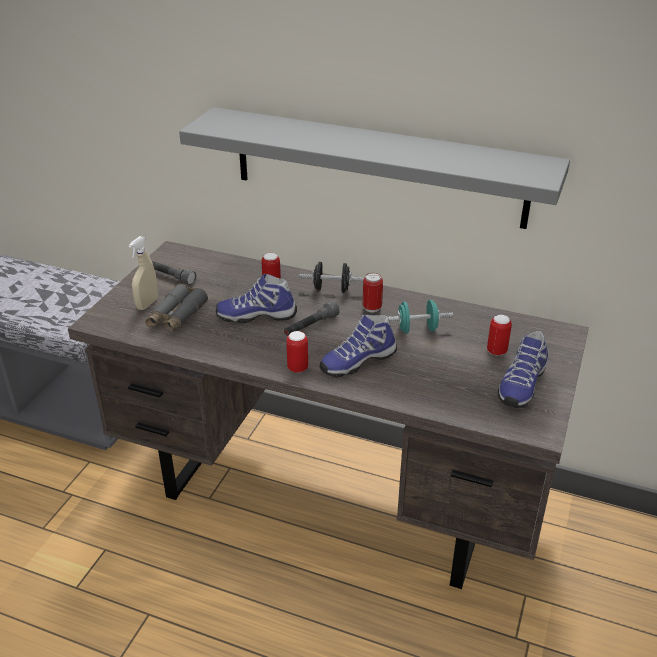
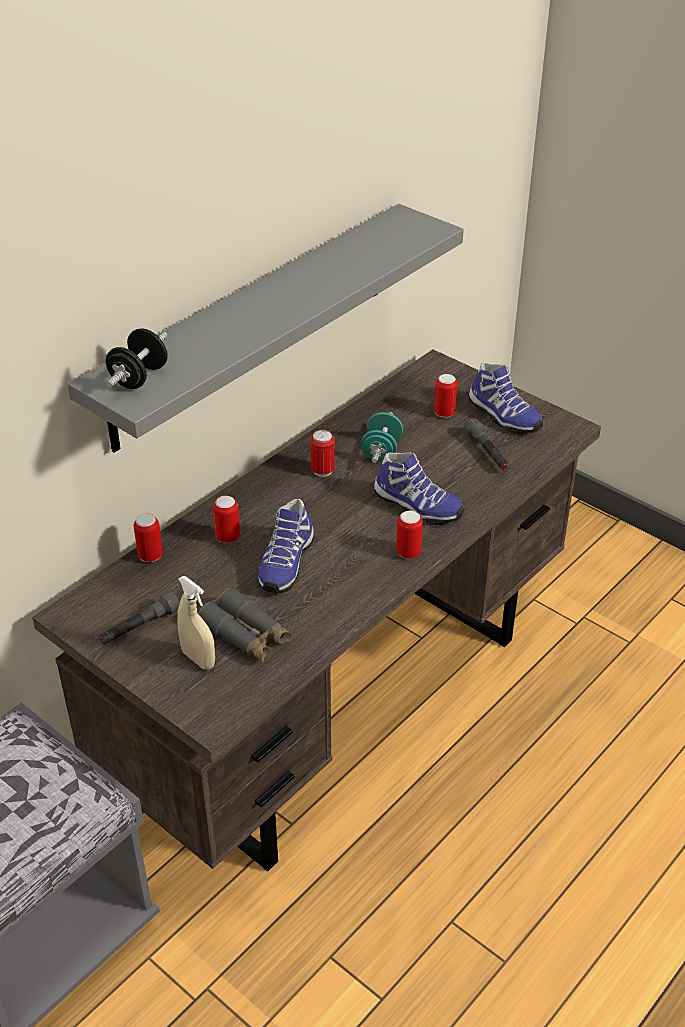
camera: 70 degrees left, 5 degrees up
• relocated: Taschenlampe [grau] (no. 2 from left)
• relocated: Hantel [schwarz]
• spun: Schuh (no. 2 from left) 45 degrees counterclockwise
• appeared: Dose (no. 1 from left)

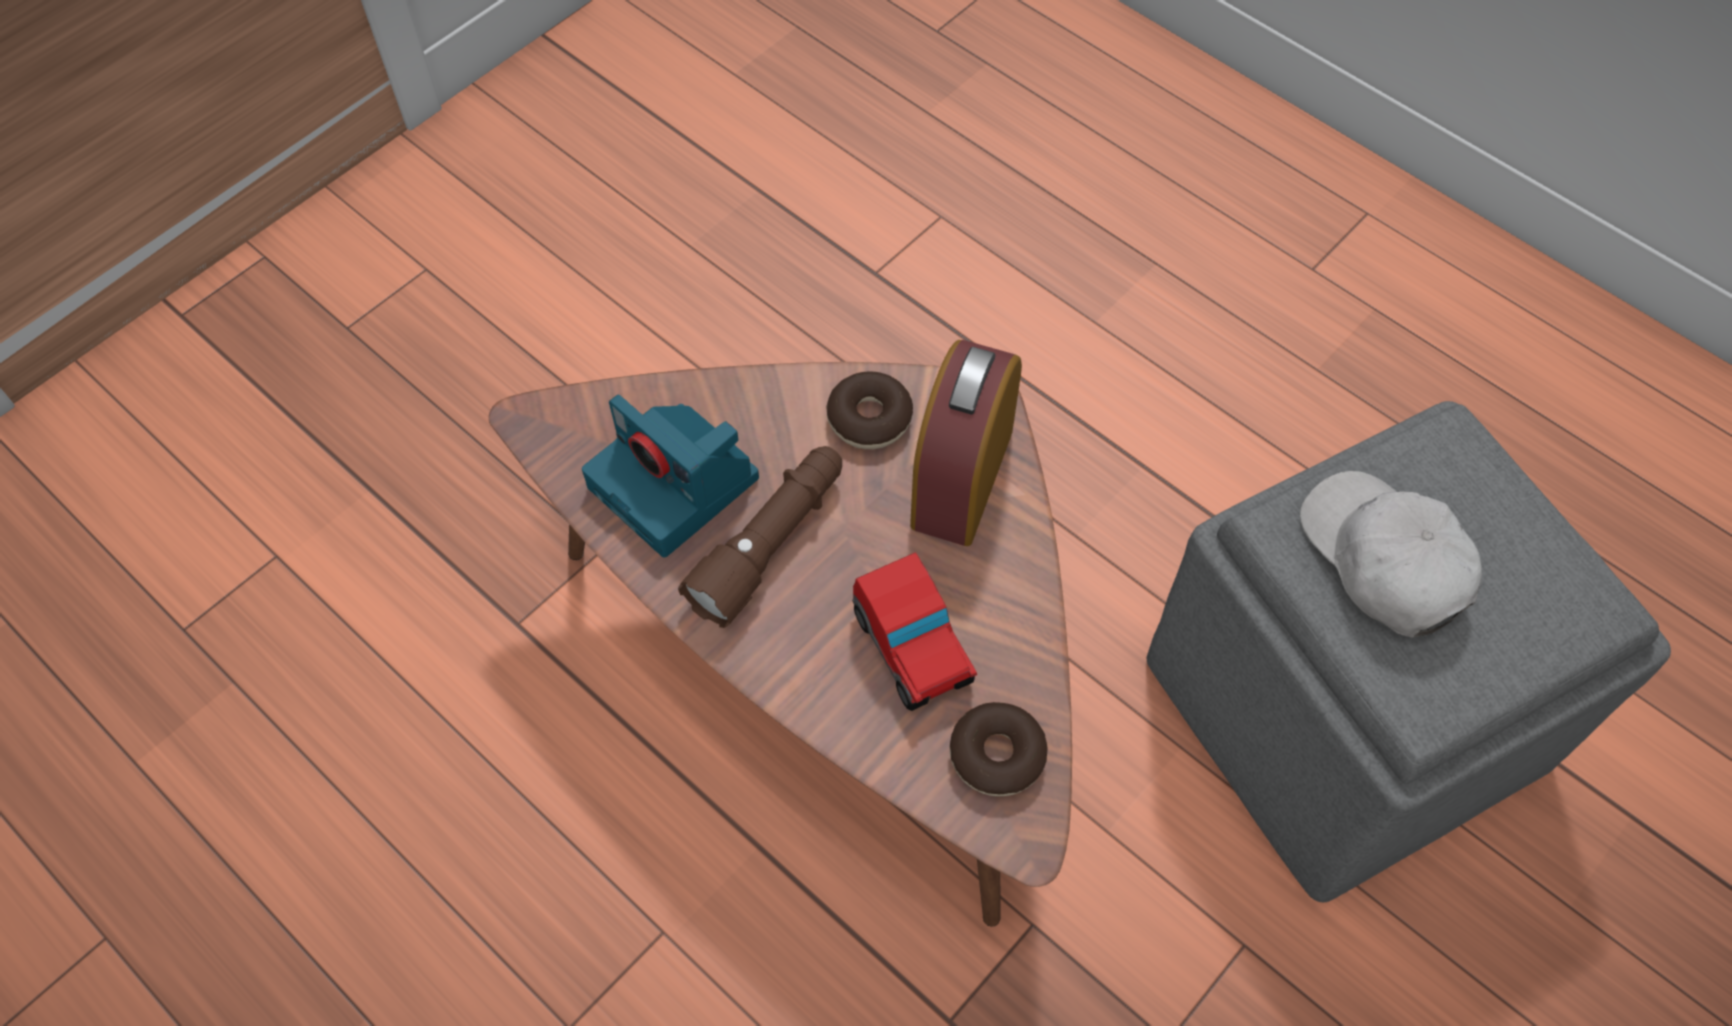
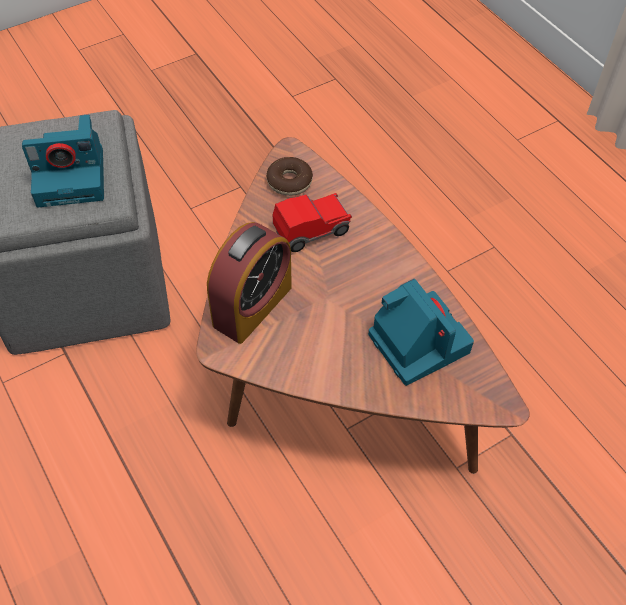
camera: 165 degrees left, 5 degrees down
• missing: Taschenlampe [braun]
• missing: Donut (no. 1 from left)
• spun: Spielzeugauto 75 degrees clockwise
• exchanged: Kappe [weiß] to Kamera (no. 1 from left)

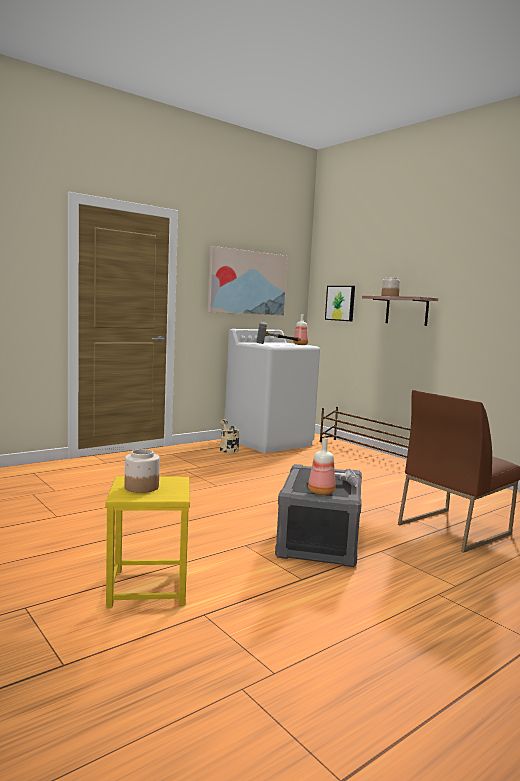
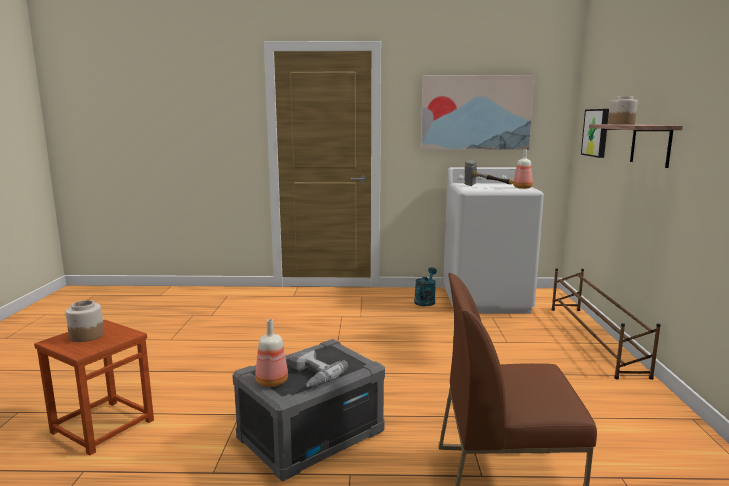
camera: 40 degrees right, 5 degrees up
• colour: Hocker [gelb] to Hocker [braun]
• colour: Gießkanne [beige] to Gießkanne [türkis]

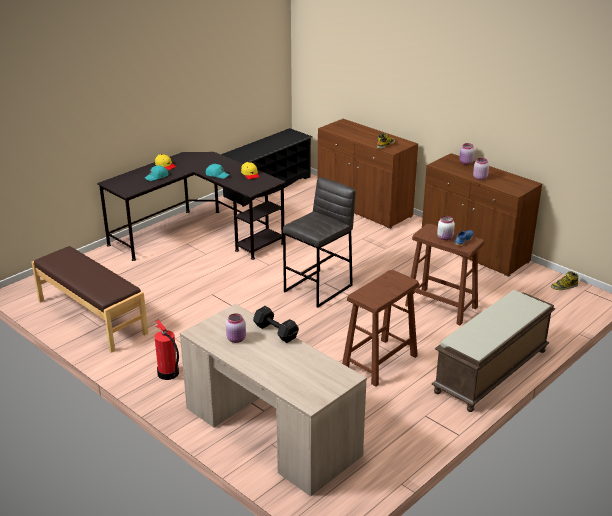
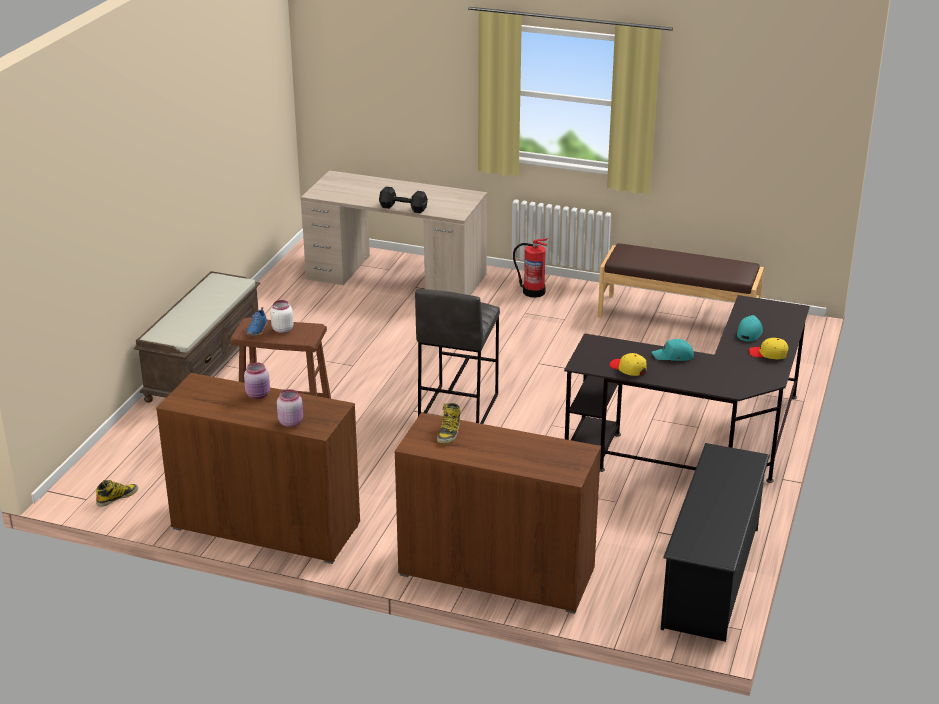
camera: 155 degrees right, 0 degrees up
• missing: Vorratsglas [rosa] (no. 1 from left)
• missing: Hocker [braun] (no. 1 from left)

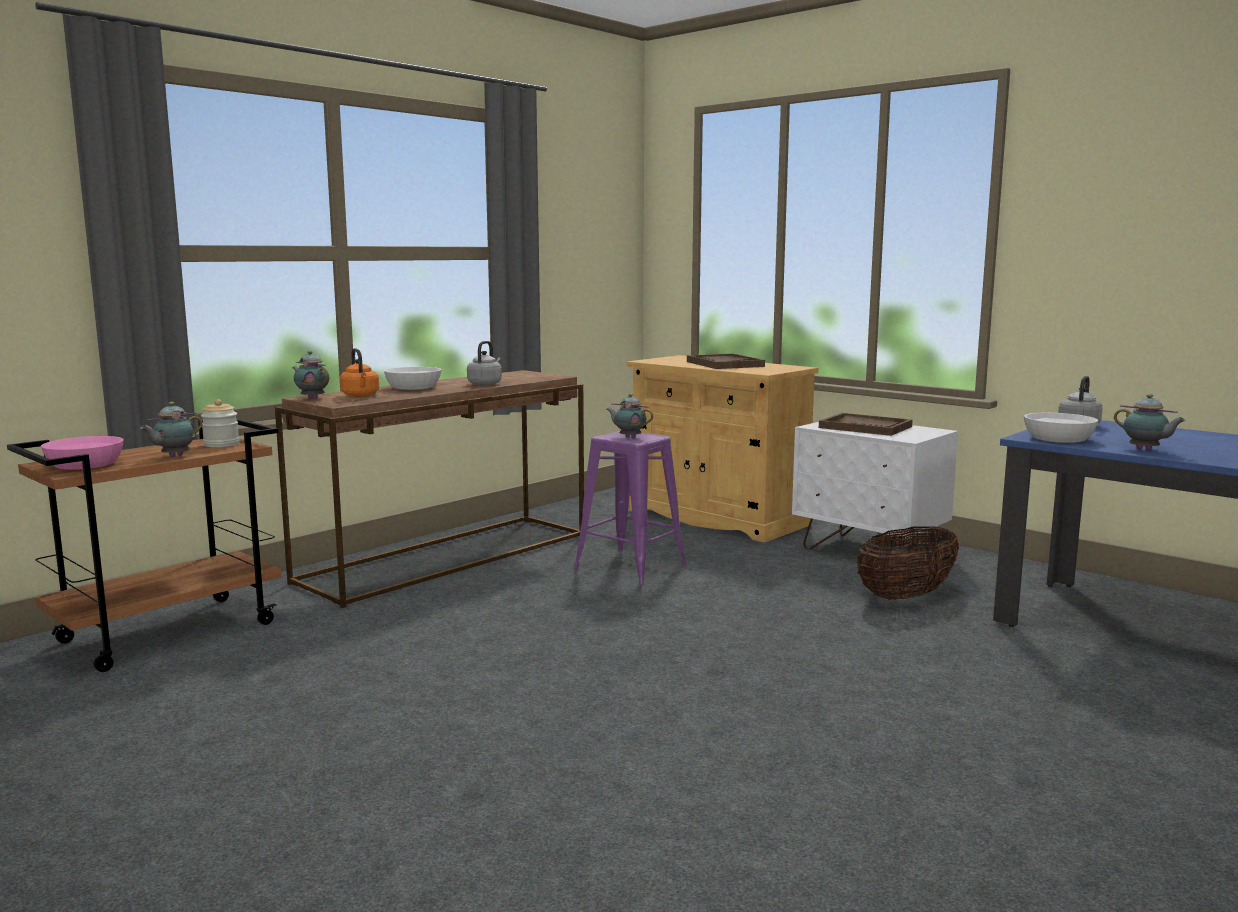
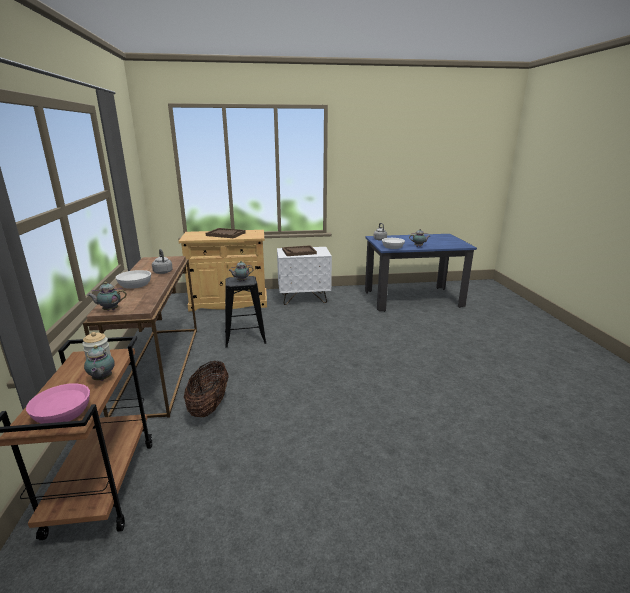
camera: 50 degrees left, 10 degrees up
• missing: Wasserkessel [orange]
• colour: Hocker [lila] to Hocker [schwarz]
• relocated: Korb

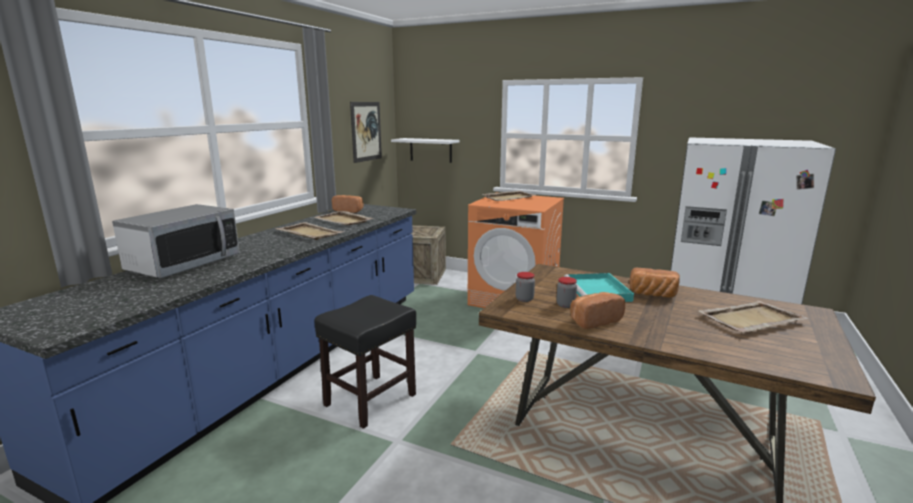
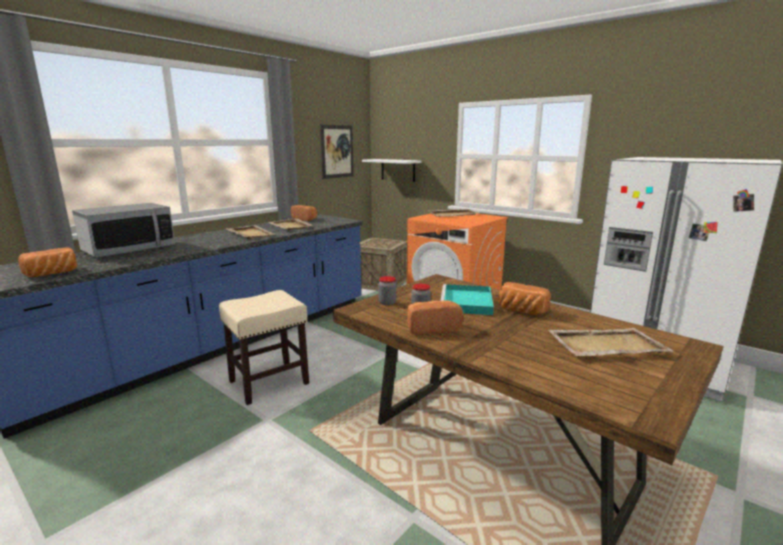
camera: 15 degrees right, 0 degrees up
• colour: Hocker [schwarz] to Hocker [beige]
• appeared: Brot (no. 1 from left)

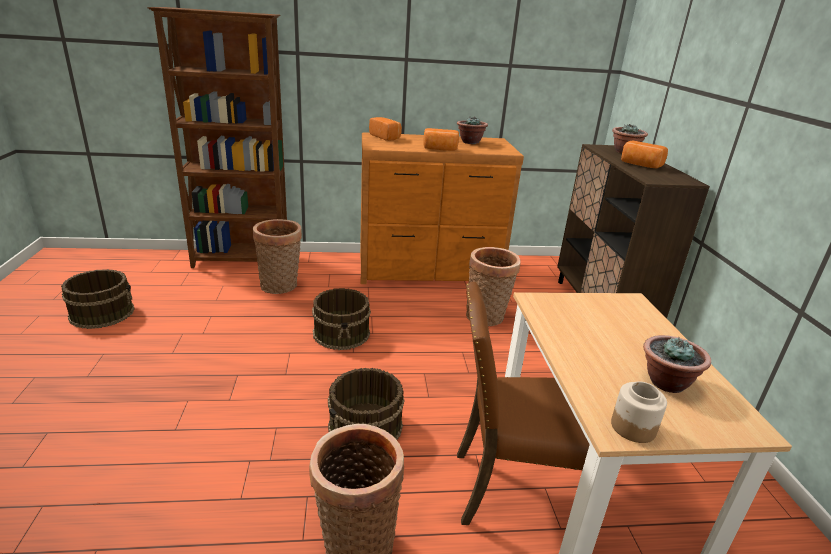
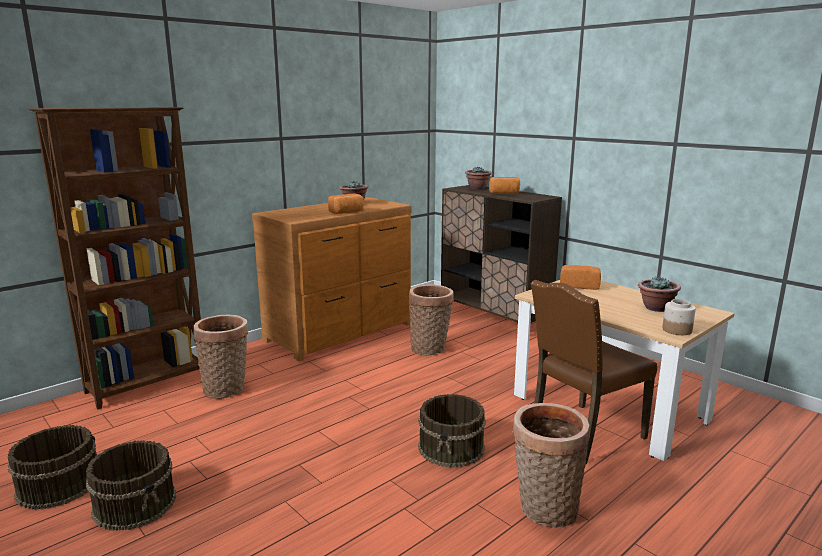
camera: 35 degrees left, 10 degrees down
• relocated: Eimer [braun] (no. 2 from left)
• relocated: Brot (no. 1 from left in the first image) to Brot (no. 3 from left)

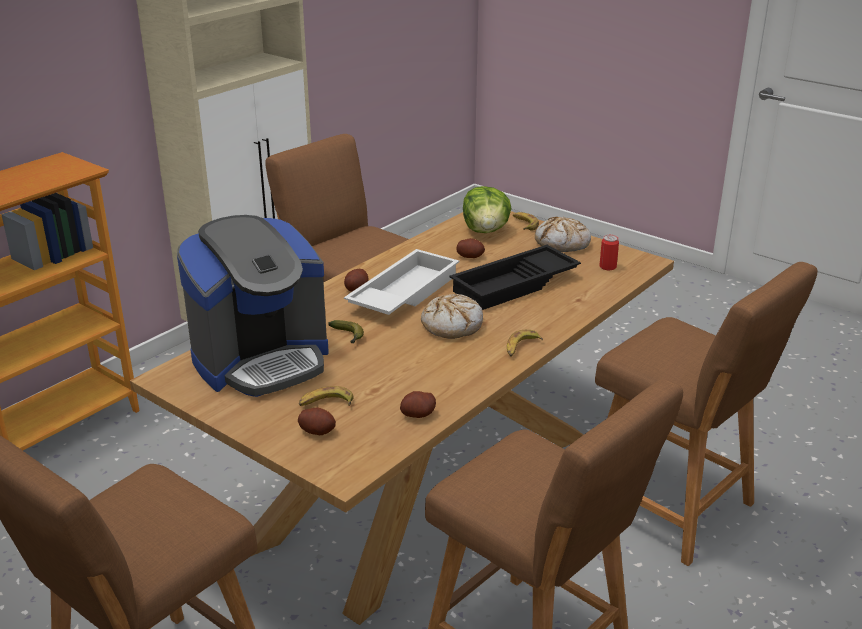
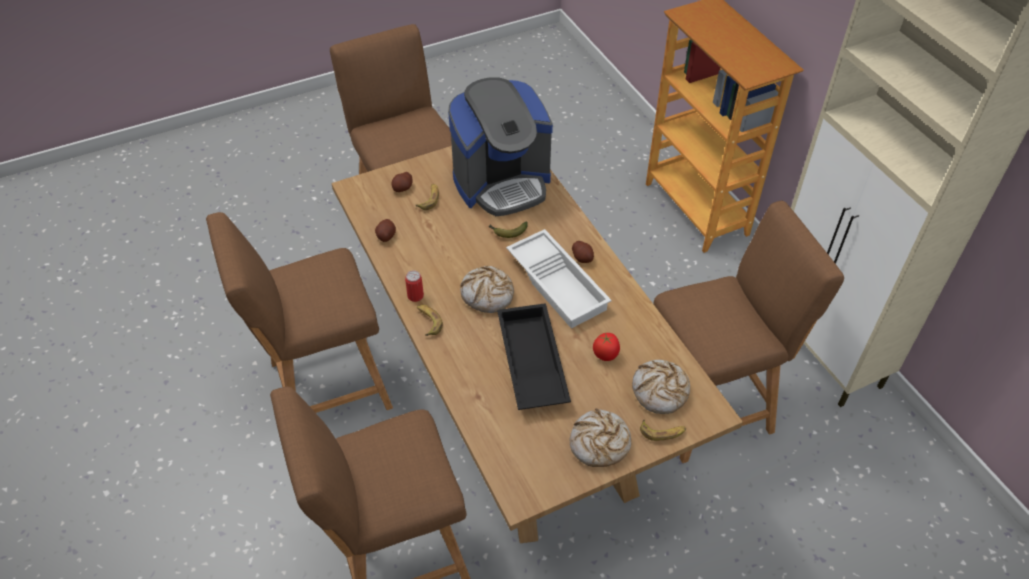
camera: 115 degrees right, 20 degrees up
• spun: Kaffeemaschine 105 degrees counterclockwise
• exchanged: Kartoffel (no. 4 from left) to Tomate
• exchanged: Salatkopf to Brot (no. 3 from left)
• relocated: Dose

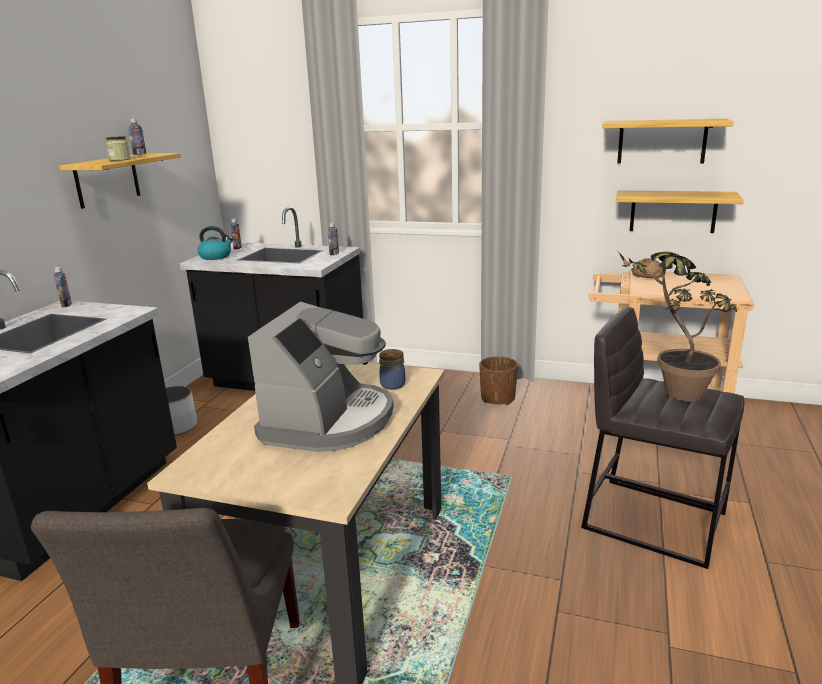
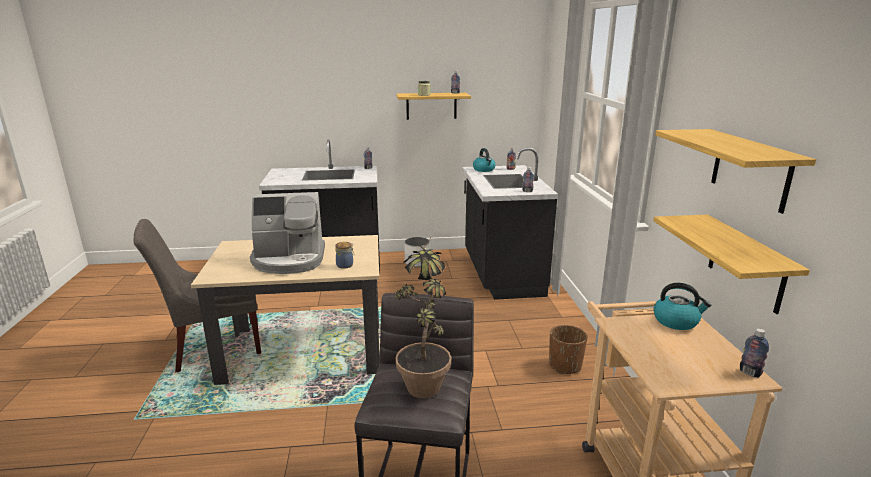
camera: 65 degrees right, 0 degrees up
• exchanged: Brot to Wasserkessel (no. 2 from left)
• appeared: Flasche (no. 5 from left)

